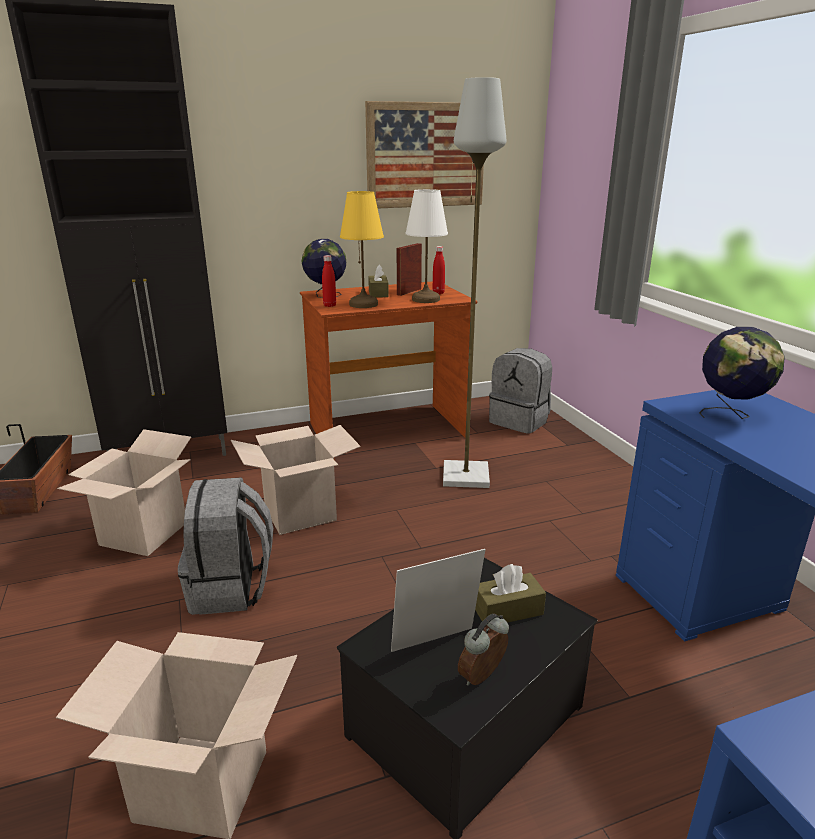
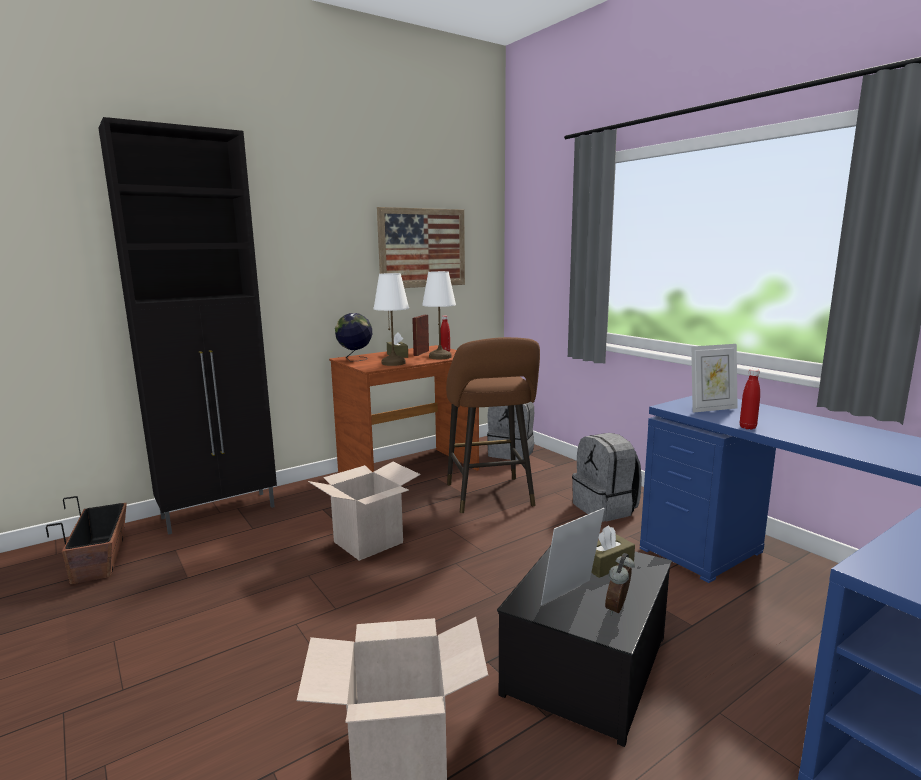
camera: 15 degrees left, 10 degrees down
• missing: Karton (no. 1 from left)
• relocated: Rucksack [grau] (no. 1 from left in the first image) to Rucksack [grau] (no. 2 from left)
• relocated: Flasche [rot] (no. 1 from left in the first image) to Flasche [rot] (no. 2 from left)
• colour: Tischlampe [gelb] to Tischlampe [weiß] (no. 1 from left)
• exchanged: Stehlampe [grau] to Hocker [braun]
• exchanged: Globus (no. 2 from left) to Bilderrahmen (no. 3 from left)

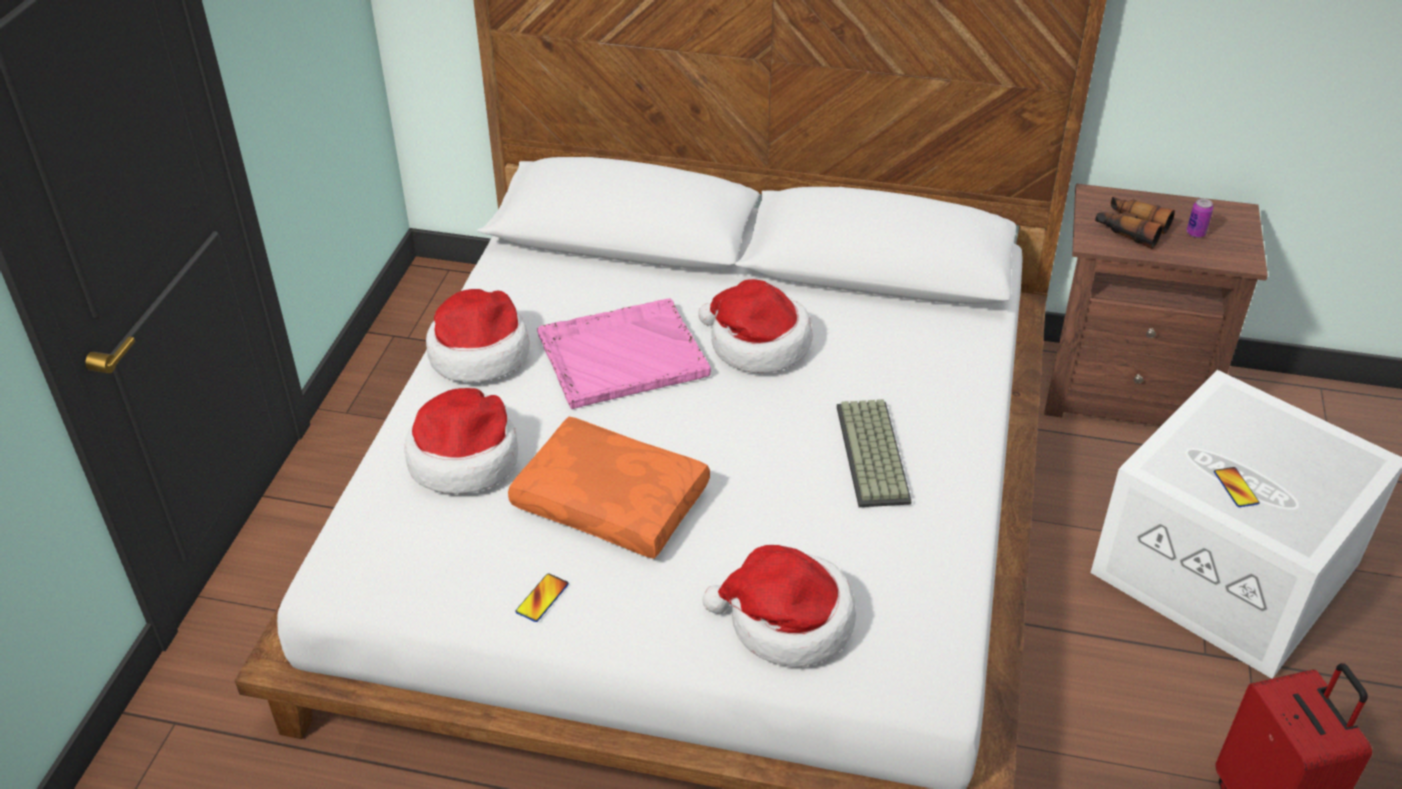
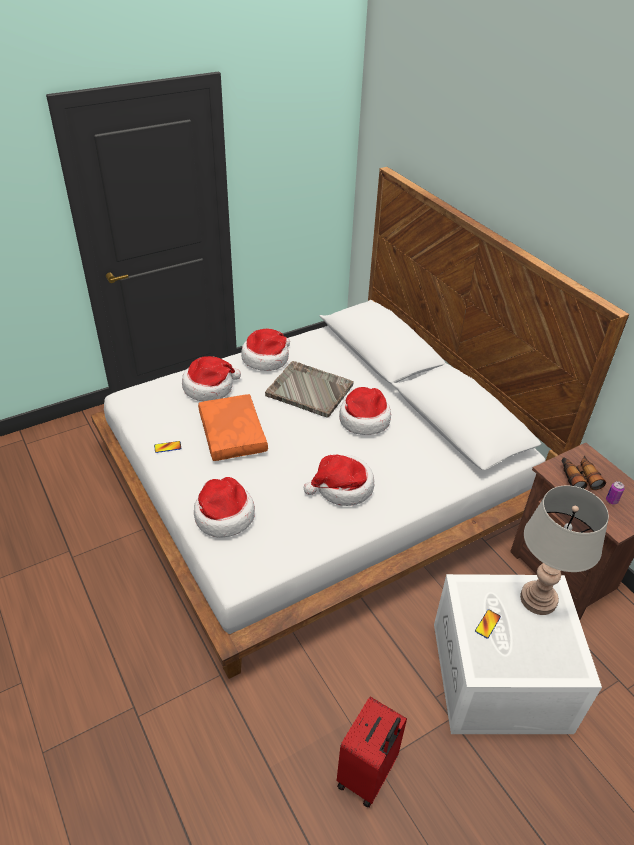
camera: 45 degrees right, 0 degrees up
• colour: Tablett [rosa] to Tablett [grau]
• exchanged: Tastatur to Hut (no. 4 from left)
• appeared: Tischlampe [grau]

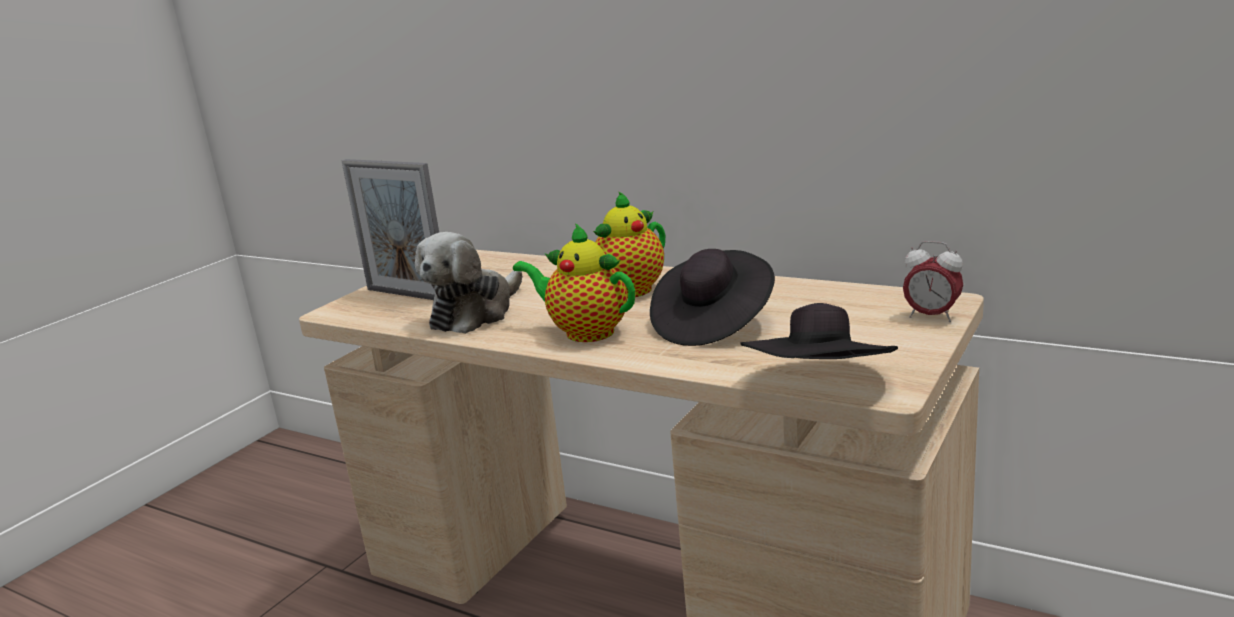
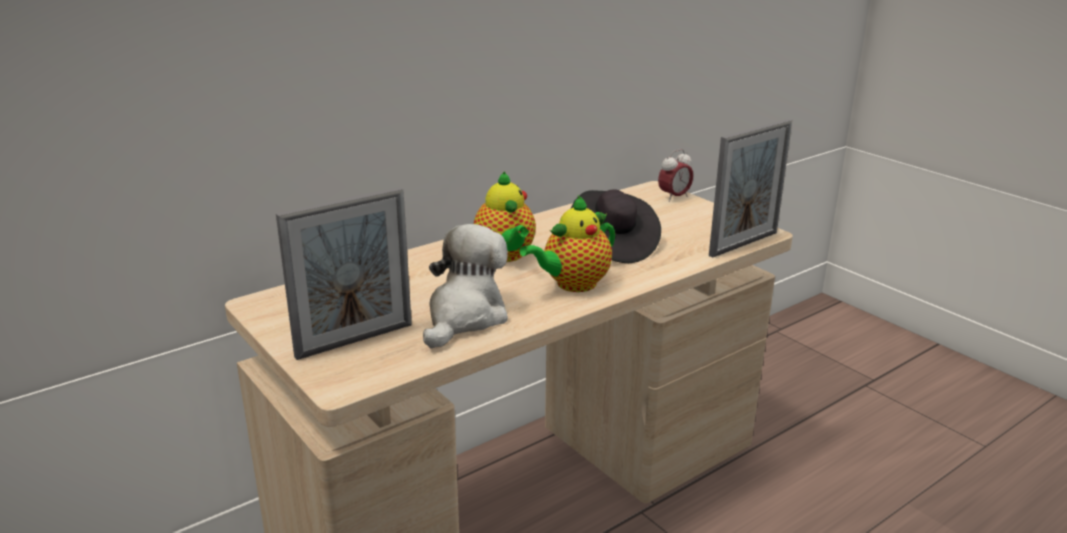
camera: 70 degrees left, 5 degrees up
• spun: Plüschtier 120 degrees counterclockwise
• exchanged: Hut [schwarz] (no. 2 from left) to Bilderrahmen (no. 2 from left)

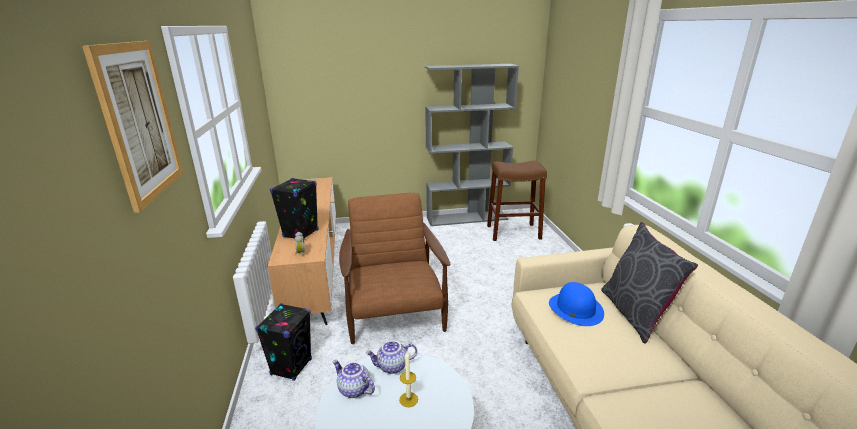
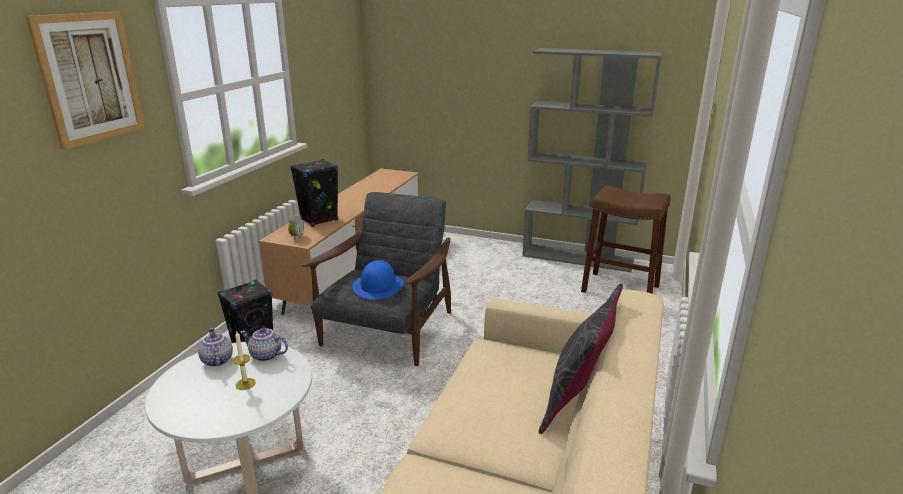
camera: 30 degrees right, 0 degrees up
• colour: Sessel [braun] to Sessel [grau]
• relocated: Hut [blau]

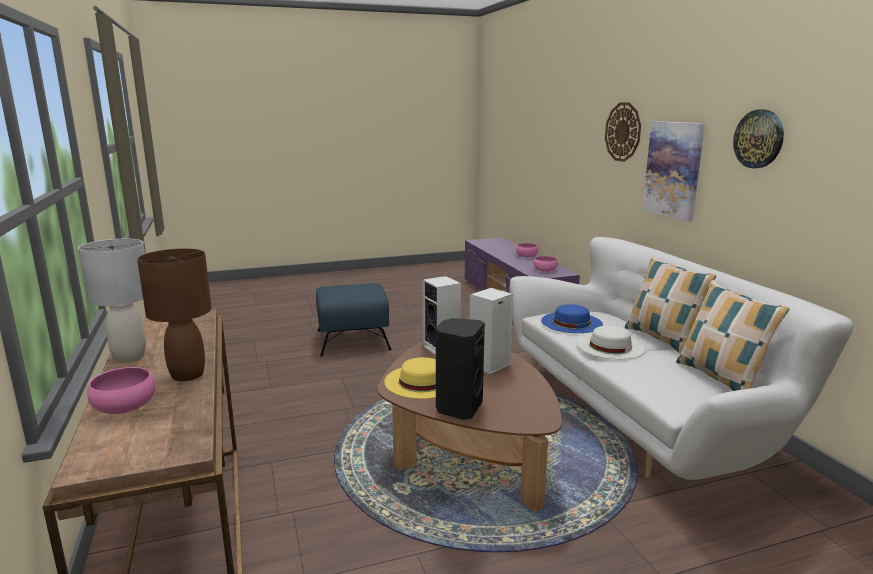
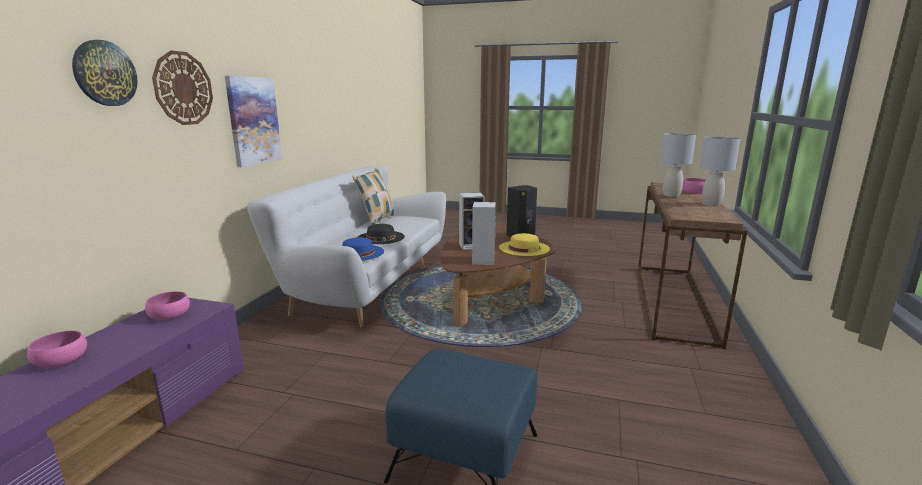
camera: 145 degrees left, 0 degrees up
• colour: Tischlampe [braun] to Tischlampe [grau] (no. 1 from left)
• colour: Hut [weiß] to Hut [schwarz]
• missing: Kissen (no. 1 from left)
• relocated: Wanduhr (no. 2 from left in the first image) to Wanduhr (no. 1 from left)

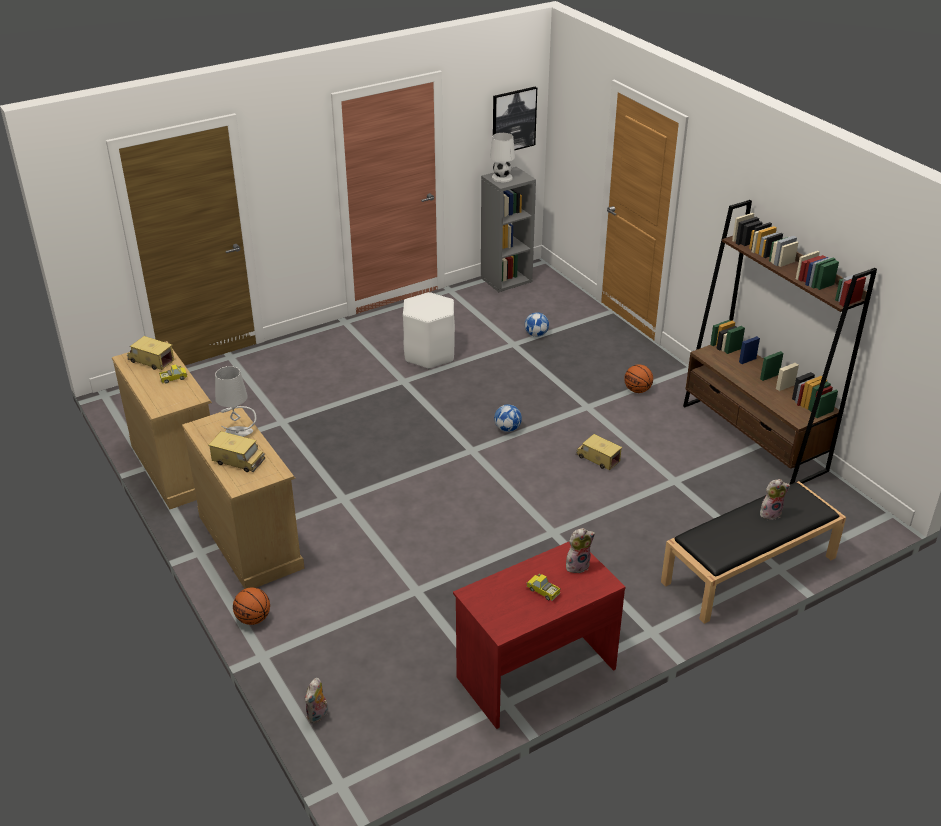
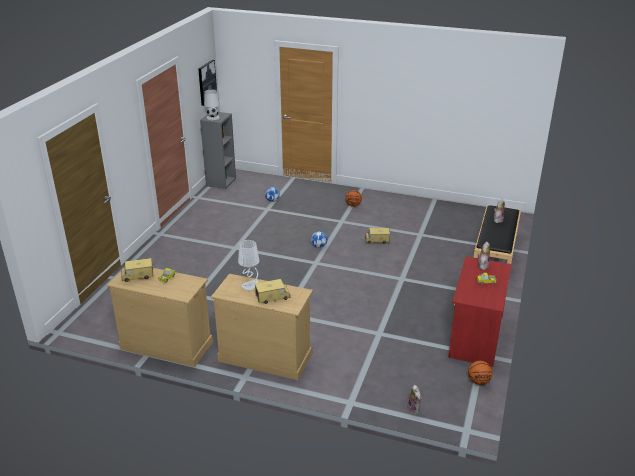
camera: 40 degrees left, 5 degrees down
• relocated: Basketball (no. 1 from left in the first image) to Basketball (no. 2 from left)
• missing: Hocker [weiß]
• missing: Bücherregal [braun]

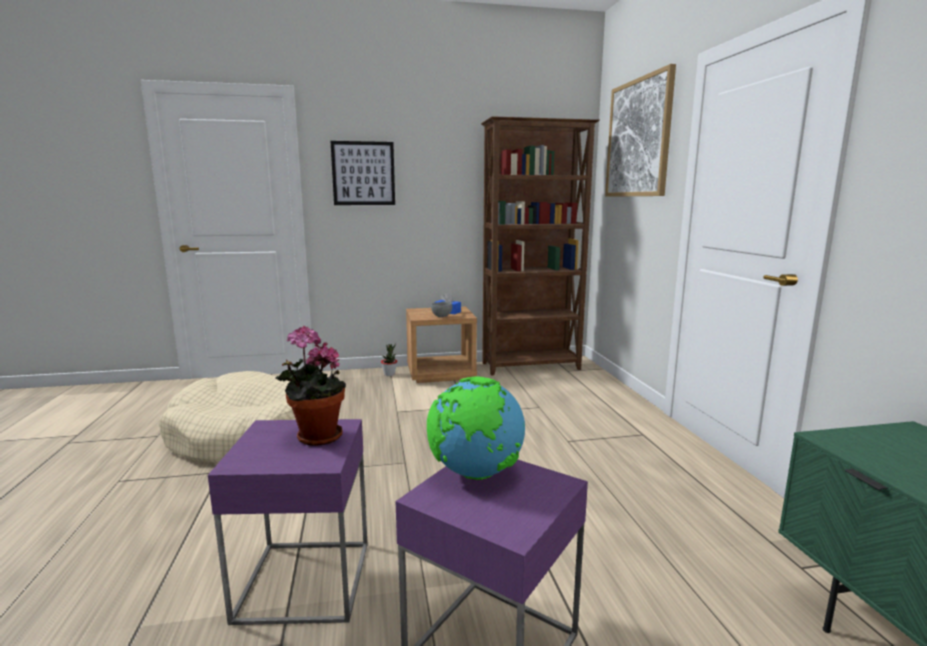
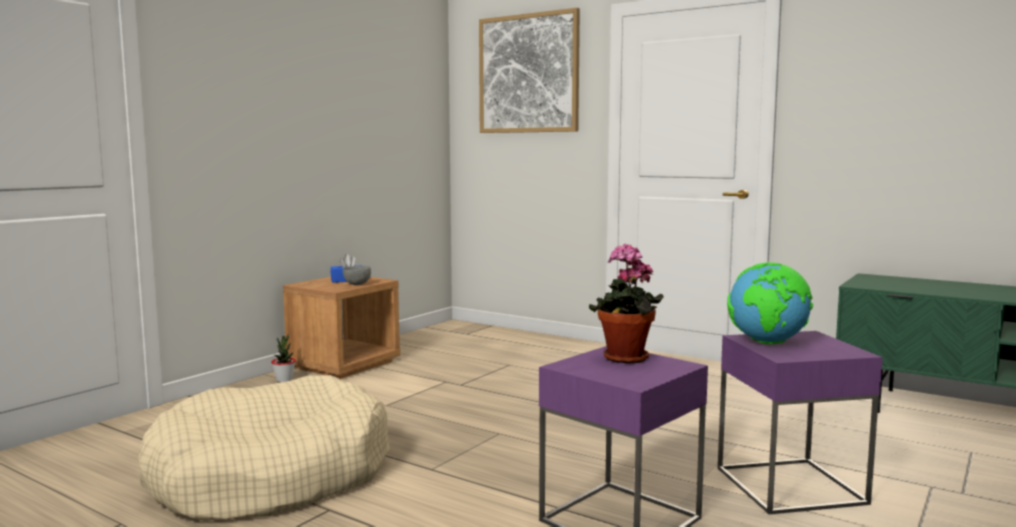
camera: 45 degrees left, 5 degrees down
• missing: Bild (no. 1 from left)
• missing: Bücherregal [braun]

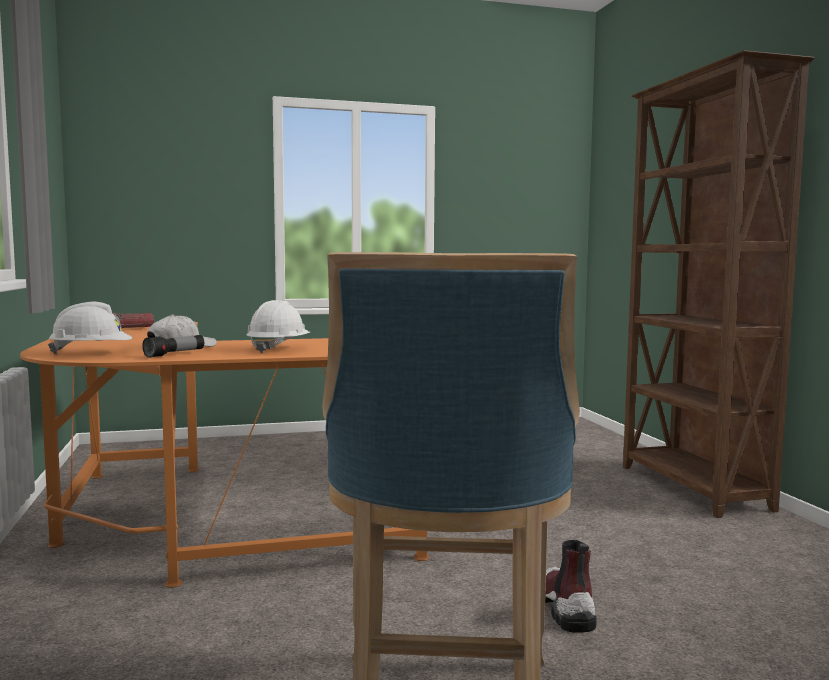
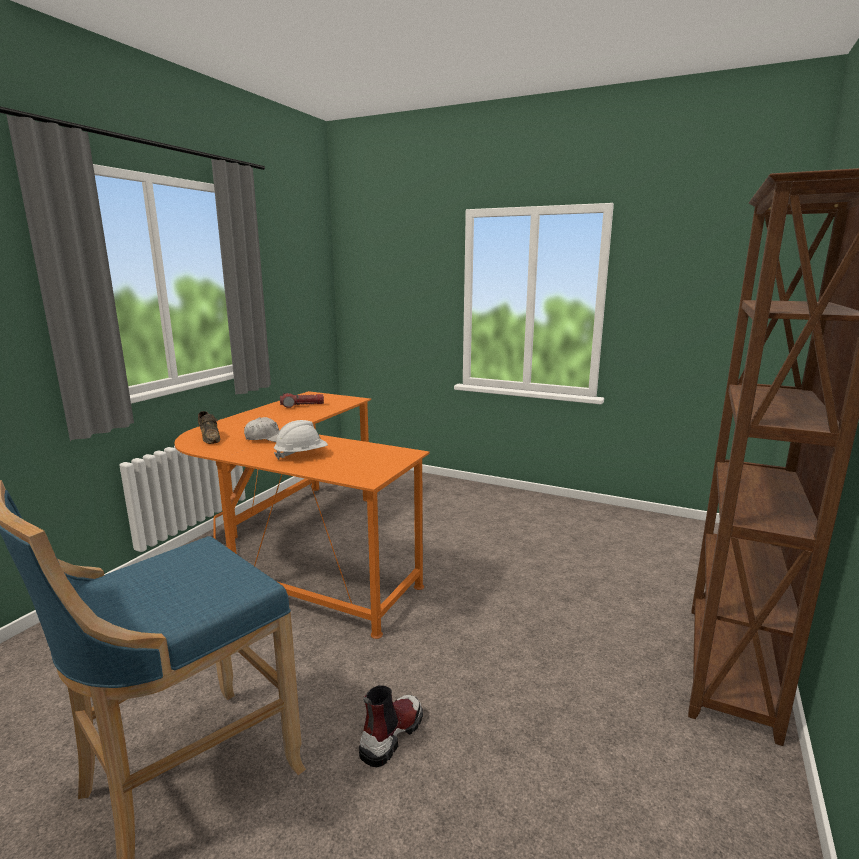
camera: 40 degrees right, 10 degrees up
• exchanged: Schutzhelm [weiß] (no. 1 from left) to Schuh [braun]
• missing: Taschenlampe (no. 2 from left)

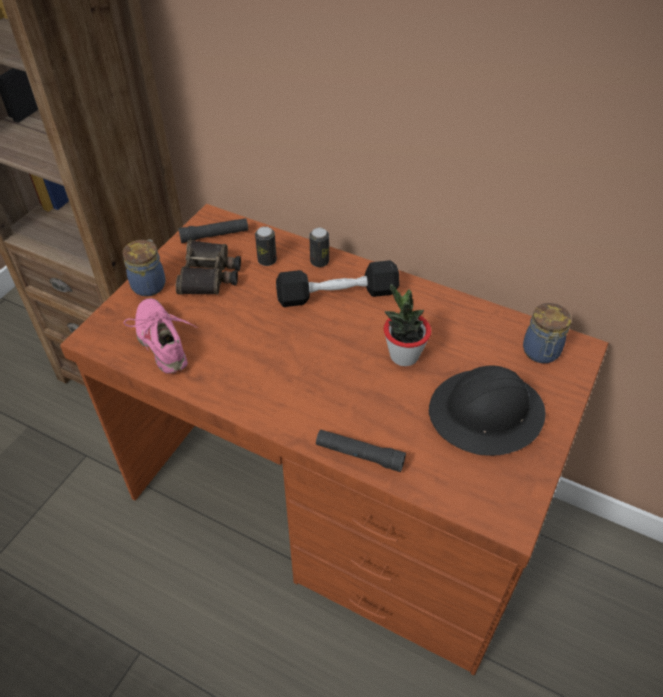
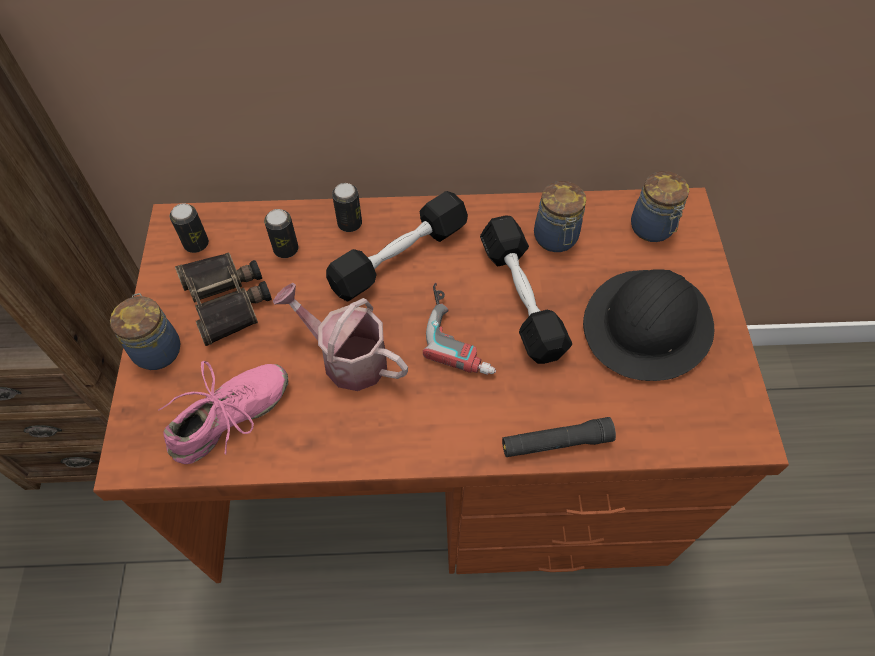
camera: 30 degrees left, 10 degrees up
• spun: Schuh [rosa] 105 degrees clockwise
• exchanged: Taschenlampe [schwarz] (no. 1 from left) to Dose (no. 1 from left)
• exchanged: Topfpflanze to Hantel [schwarz] (no. 2 from left)
• appeared: Gießkanne
• appeared: Bohrmaschine
• appeared: Vorratsglas (no. 2 from left)

